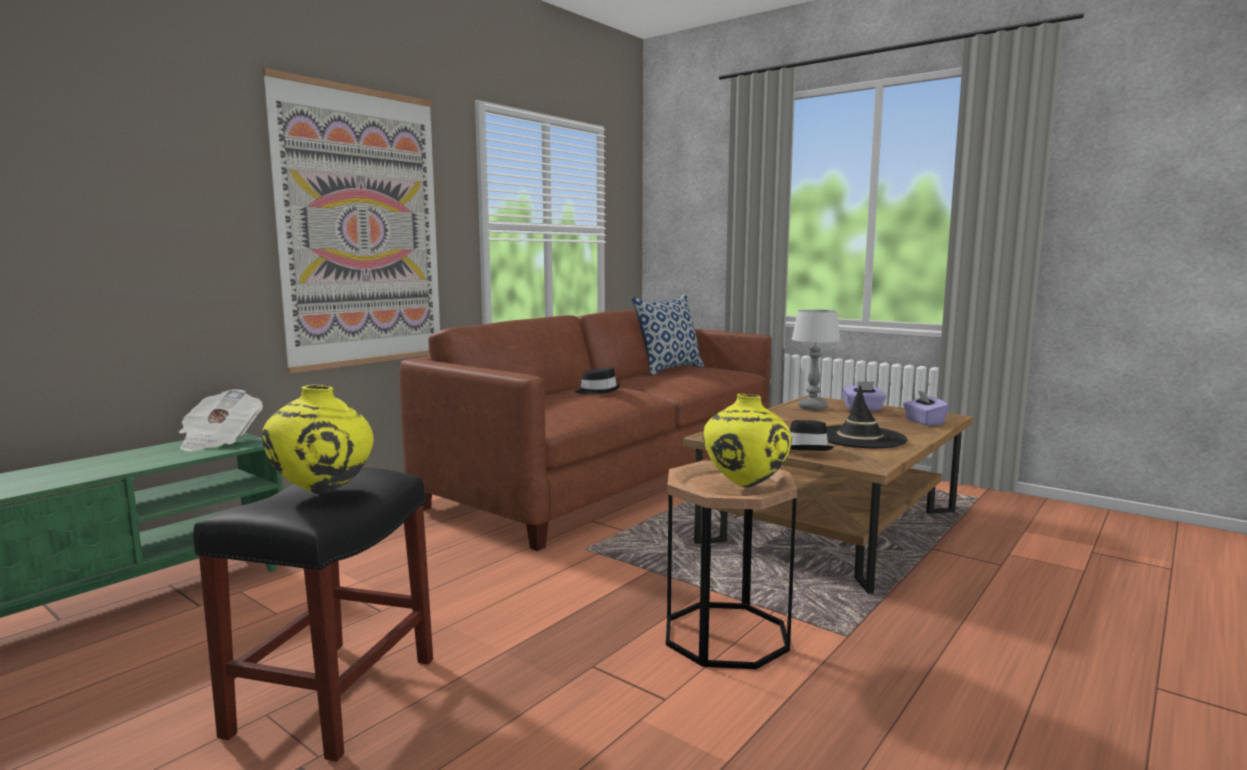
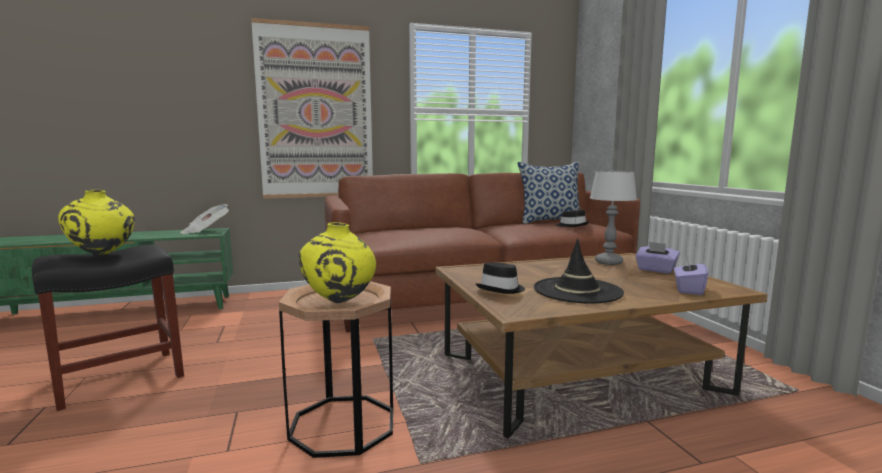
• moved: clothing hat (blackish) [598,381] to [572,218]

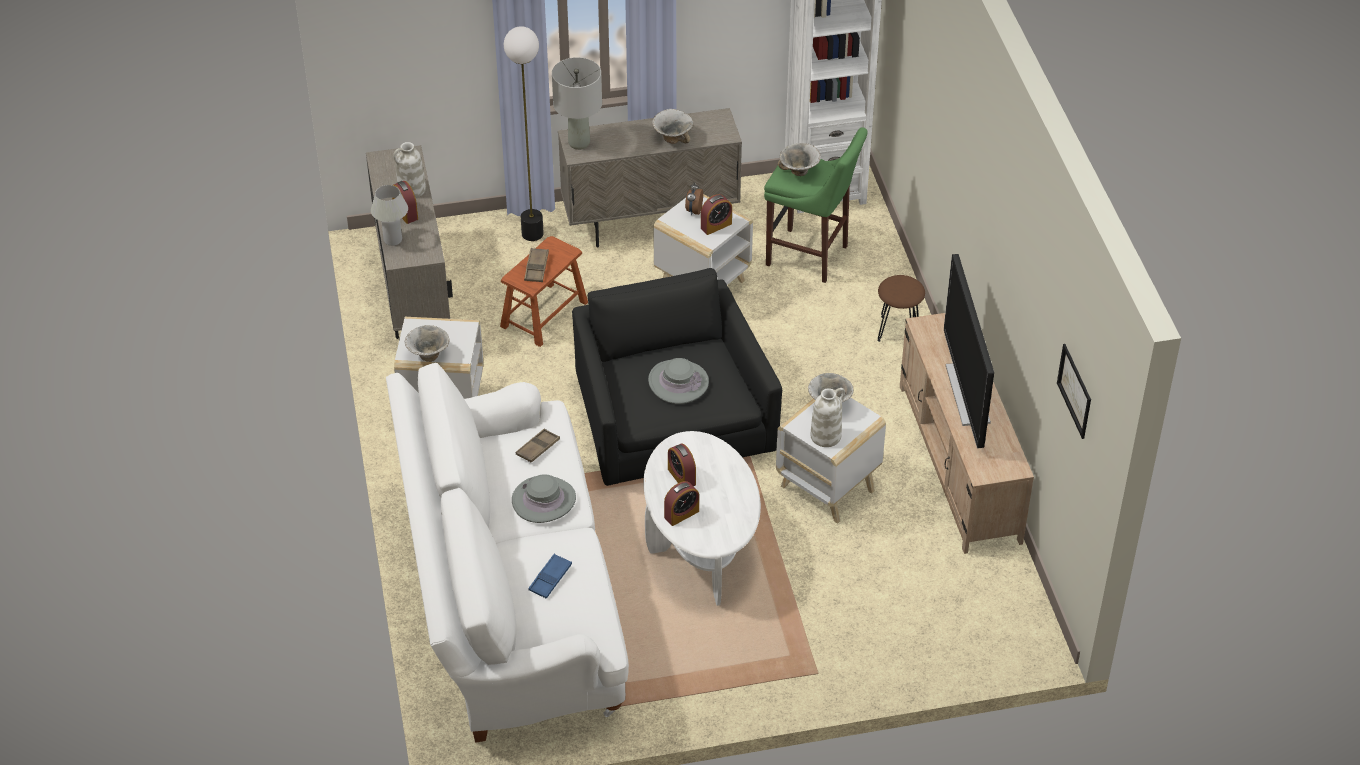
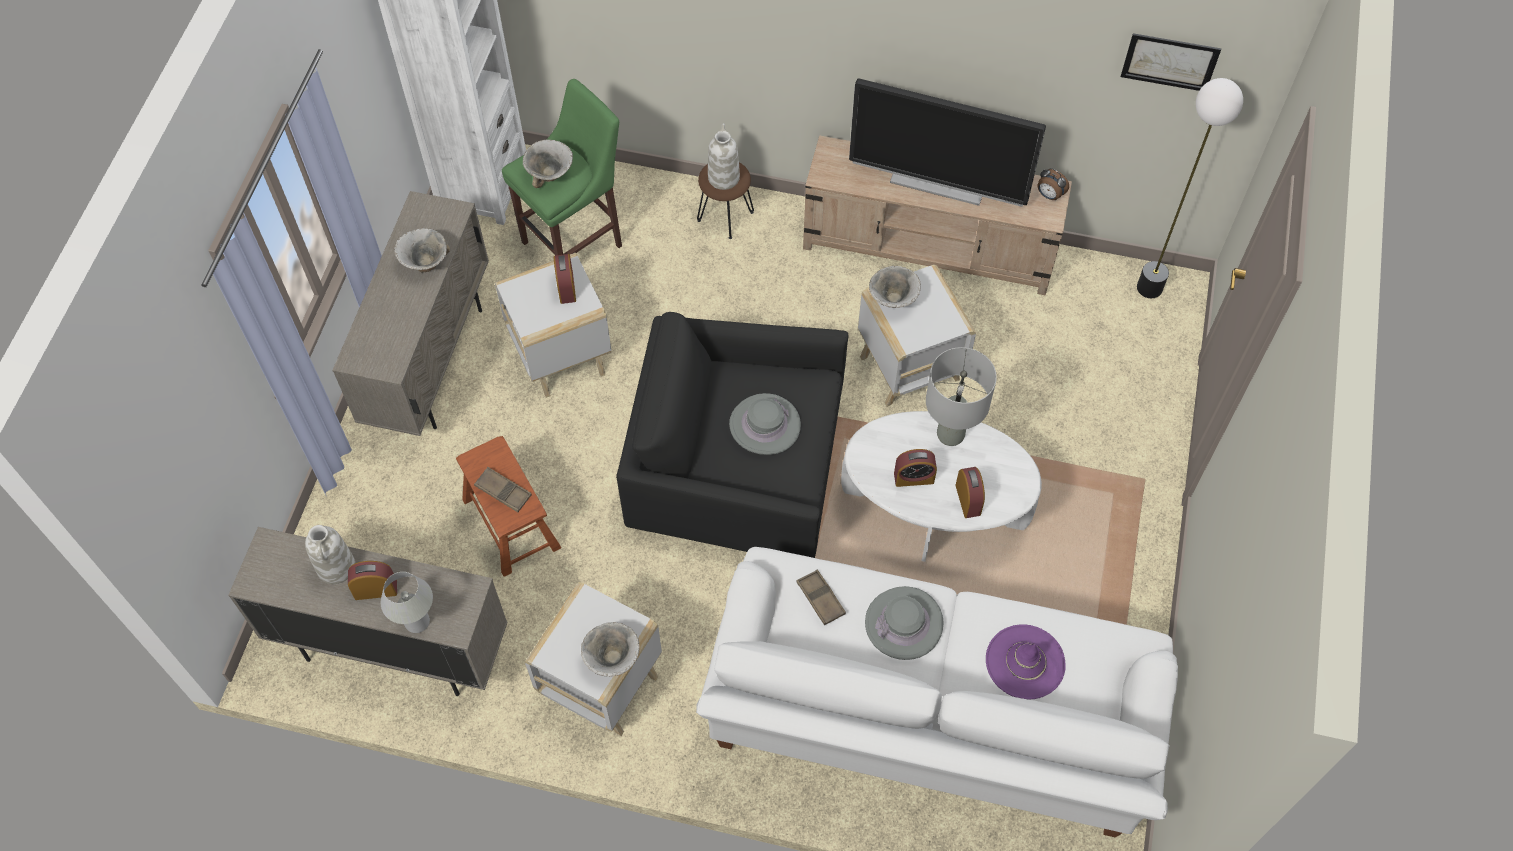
• moved: standard lamp [524,133] to [1190,188]
• moved: lamp for a table (grey) [577,103] to [961,396]
• moved: alarm clock [694,198] to [1053,184]
• moved: flower vase (white) [827,417] to [724,156]
• replaced: tray (bluish) [550,576] to clothing hat (purple) [1026,662]

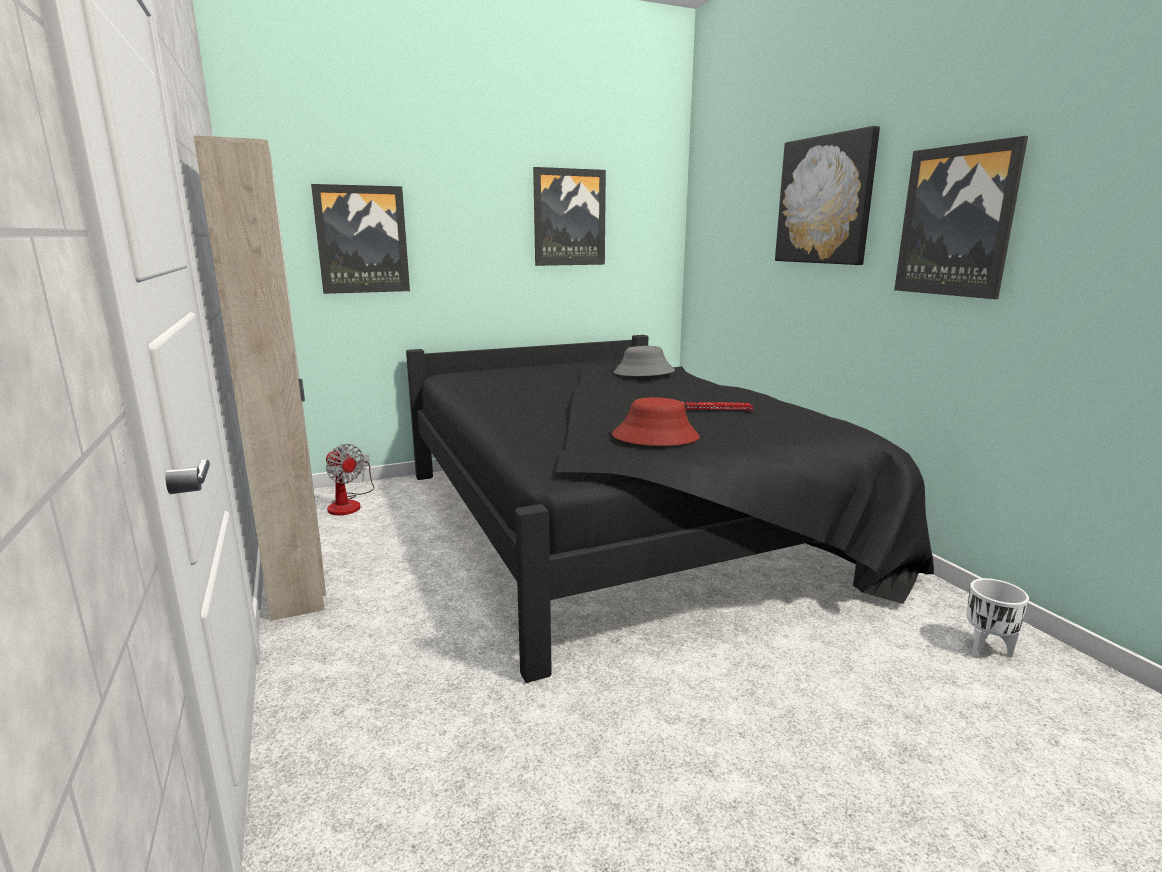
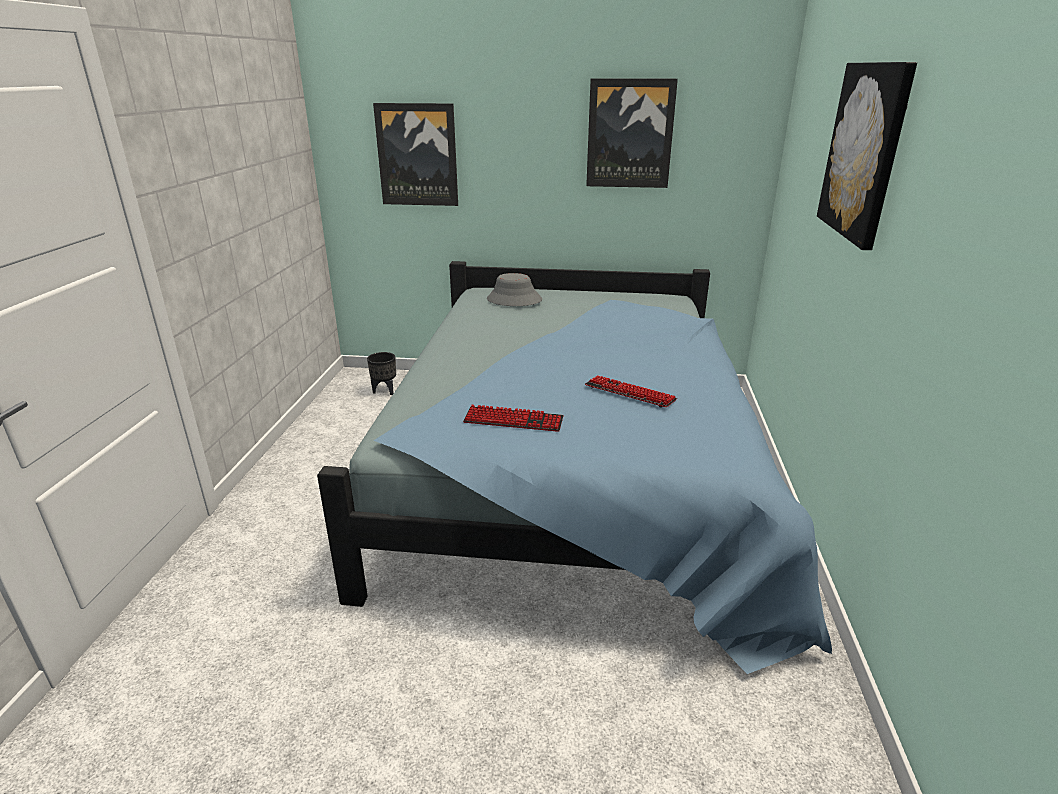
• removed: armoire (sand-coloured) [259,378]
• removed: picture [961,217]
• recoloured: bed (blackish) [670,509] to bed (bluish) [574,467]
• moved: clothing hat (grey) [644,361] to [514,289]
• replaced: clothing hat (reddish) [656,421] to PC keyboard [513,418]
• replaced: electric fan [350,479] to plant pot (blackish) [381,373]
• removed: plant pot (white) [997,618]

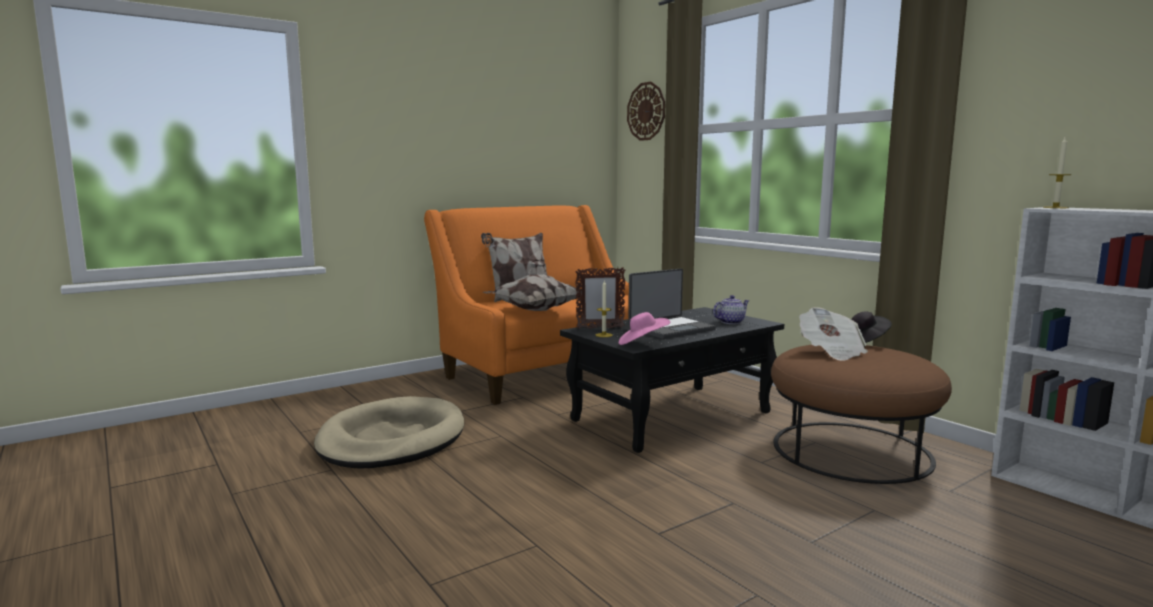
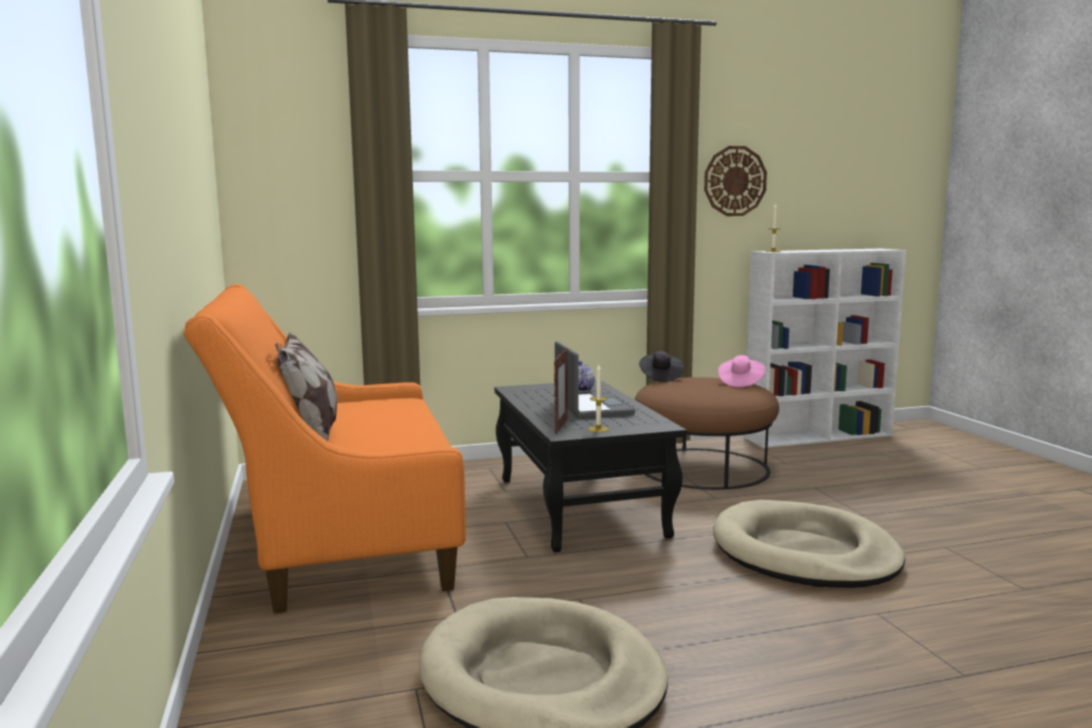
• moved: clock on the wall [646,111] to [735,181]
• removed: throw pillow [532,292]
• removed: newspaper [833,334]
• moved: clothing hat (pinkish) [644,328] to [742,371]
• added: dog cushion (sand-coloured) [809,544]

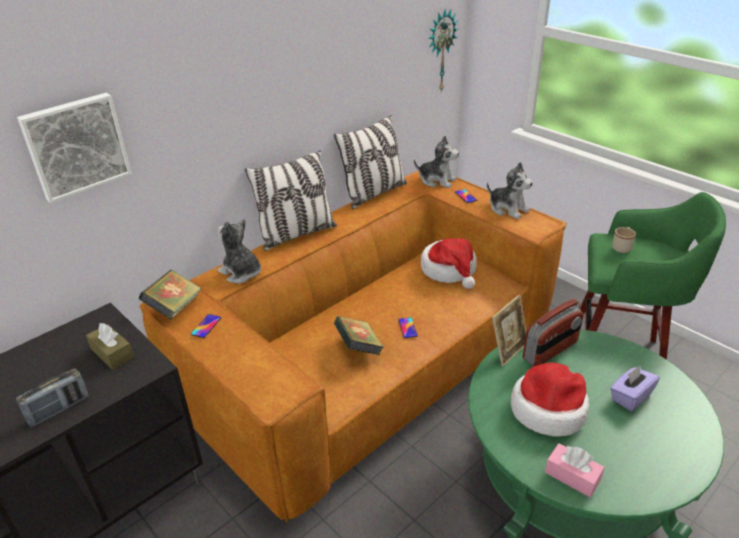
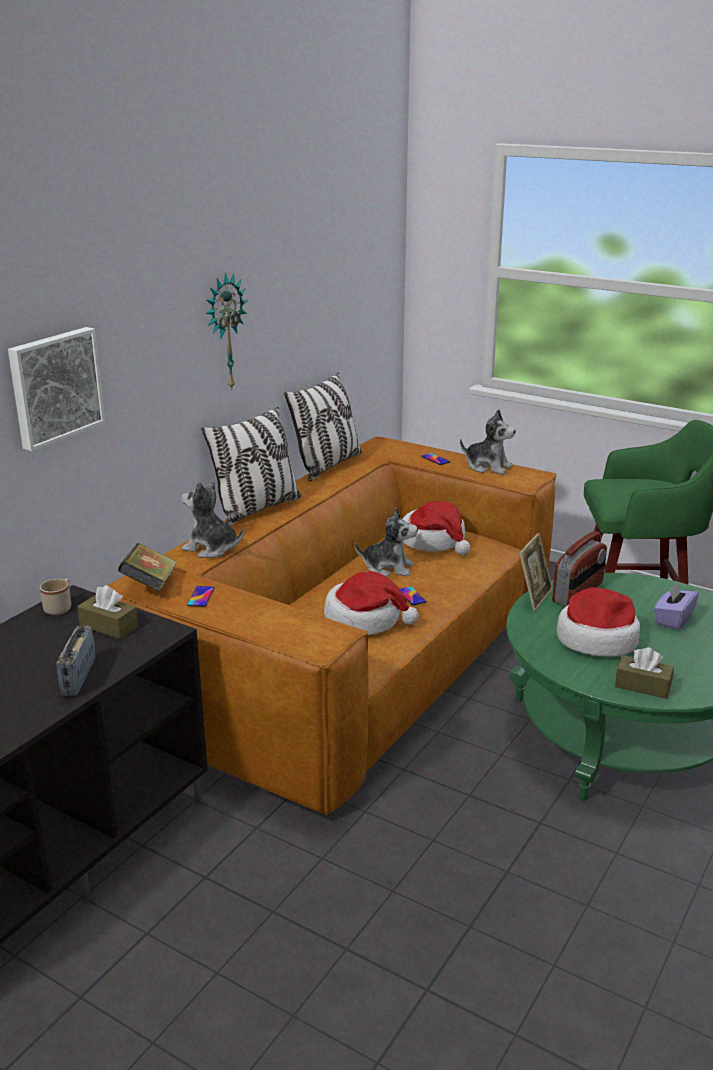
• moved: clock on the wall [443,50] to [226,332]
• moved: cuddly toy [436,162] to [386,542]
• moved: mug (sand-coloured) [624,240] to [55,596]
• replaced: volume [359,335] to clothing hat [371,603]
• turned: radio set [52,397] = [75,661] 150 degrees clockwise
• recoloured: tissue box (pinkish) [575,470] to tissue box (brownish) [644,673]

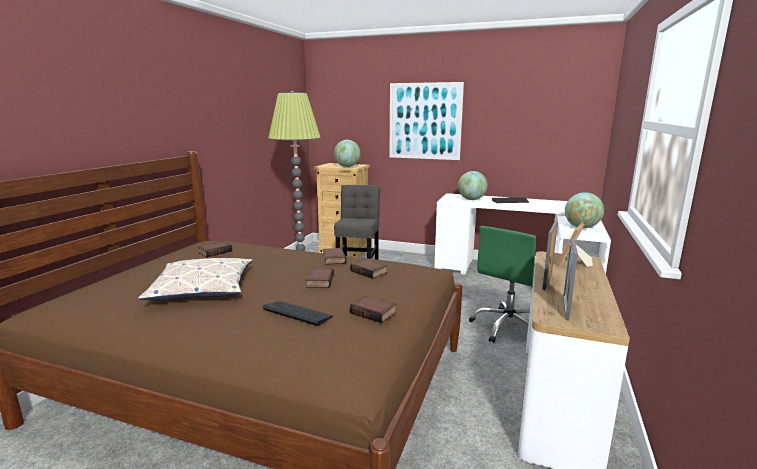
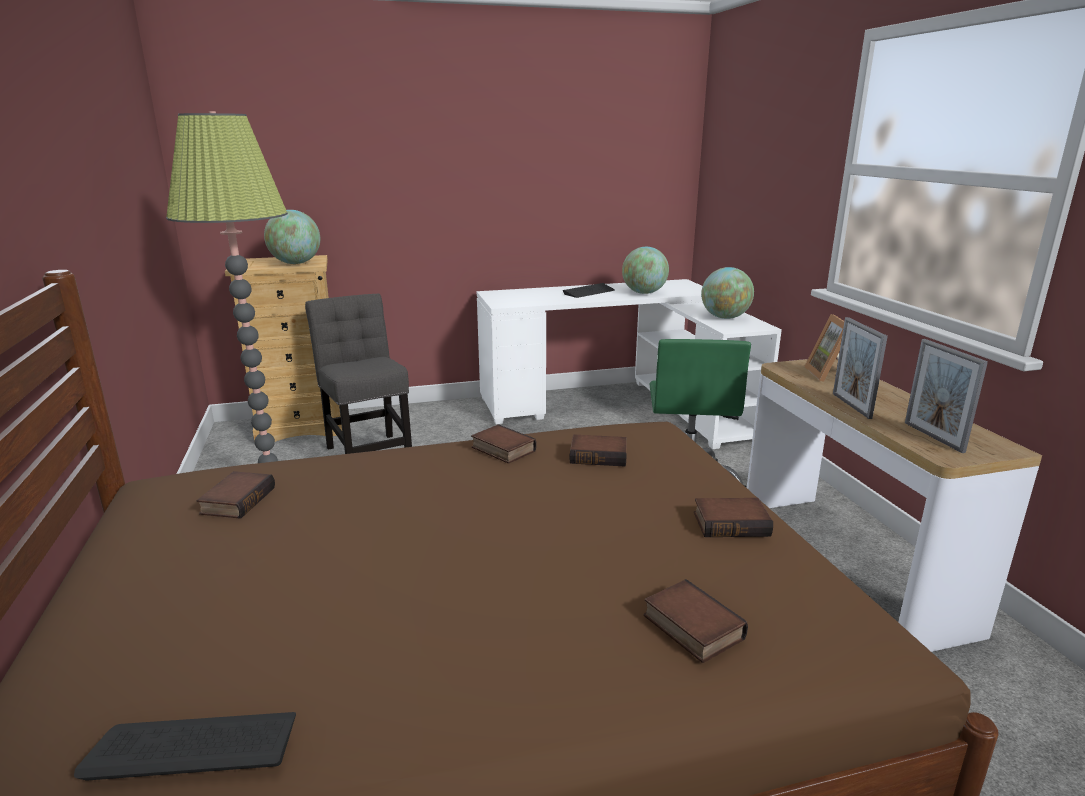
• removed: picture [427,121]
• moved: world globe [473,185] to [645,270]
• removed: throw pillow [195,279]
• moved: volume [320,278] to [696,621]
• moved: PC keyboard [298,313] to [185,746]

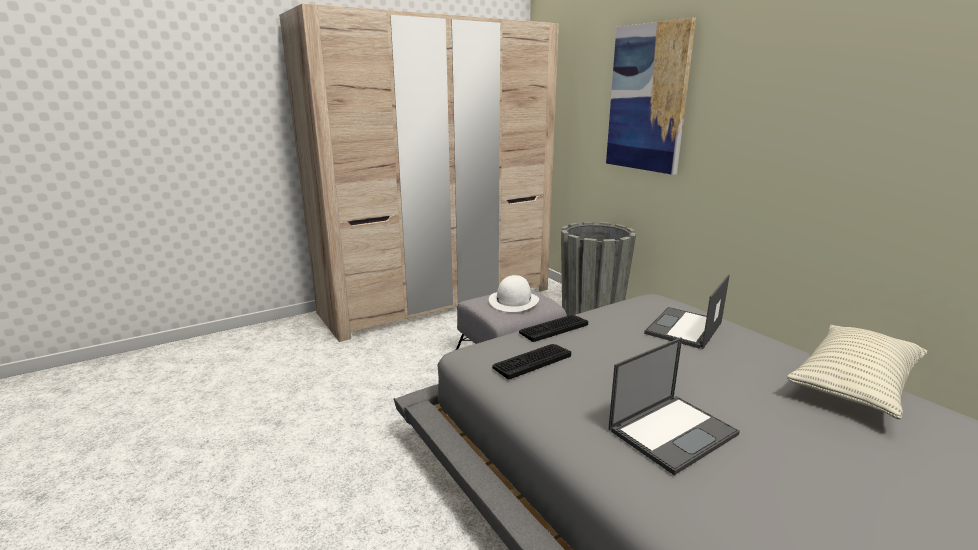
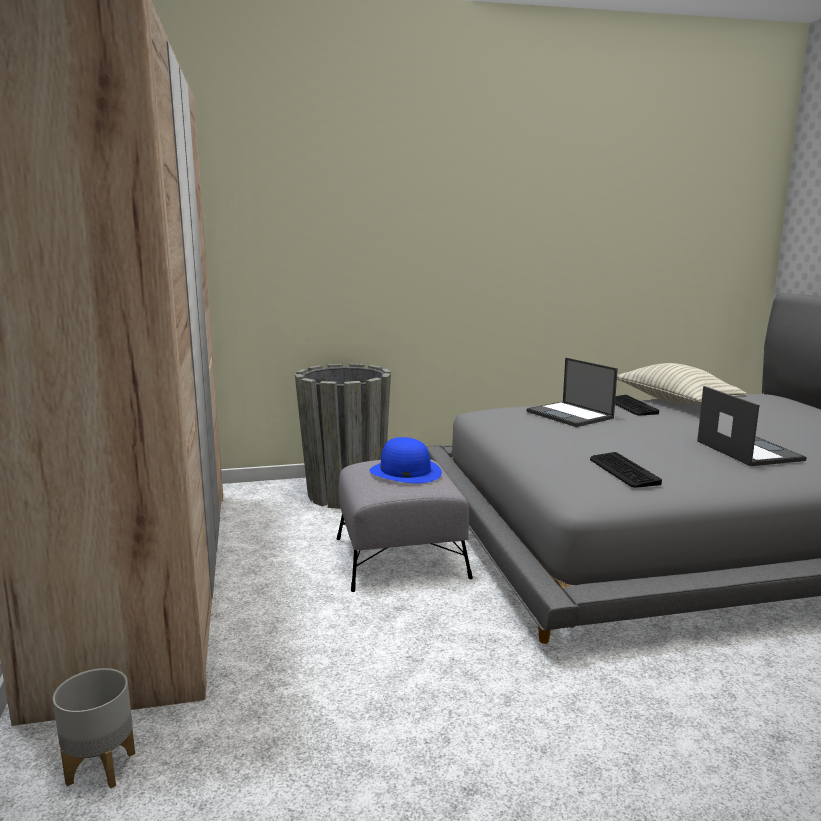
• removed: picture [651,96]
• recoloured: clothing hat (white) [514,293] to clothing hat (bluish) [405,460]
• moved: PC keyboard [553,328] to [637,405]
• added: plant pot (grey) [94,728]

